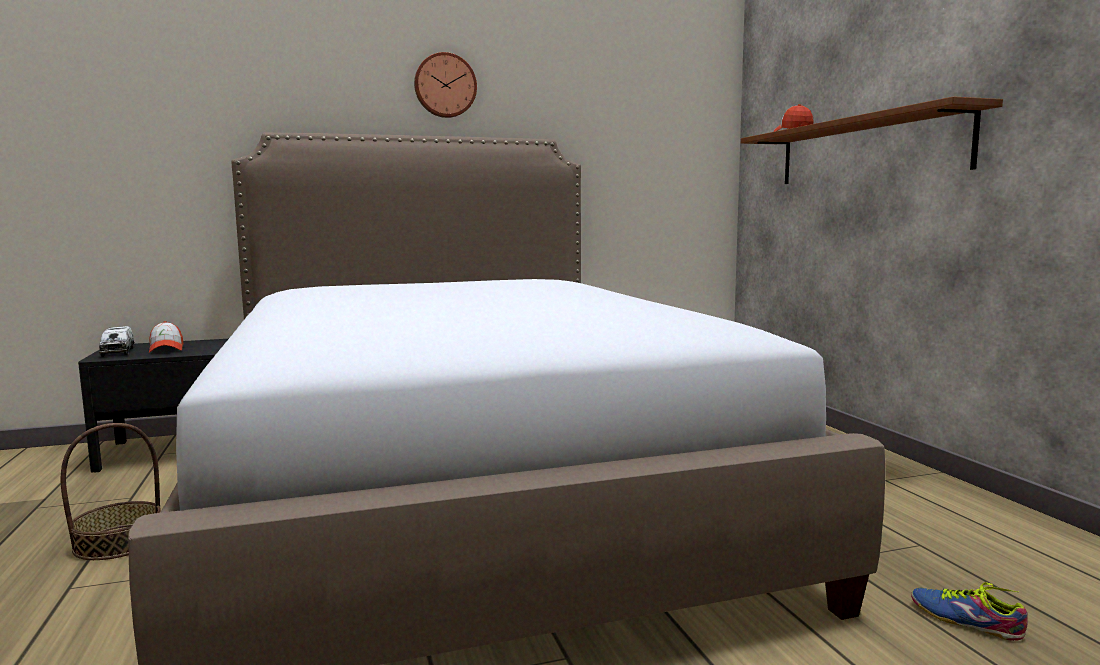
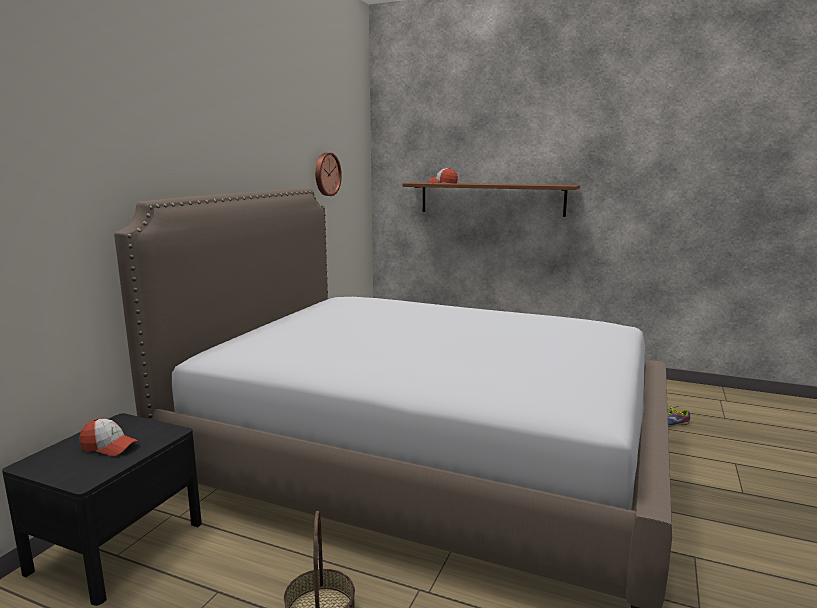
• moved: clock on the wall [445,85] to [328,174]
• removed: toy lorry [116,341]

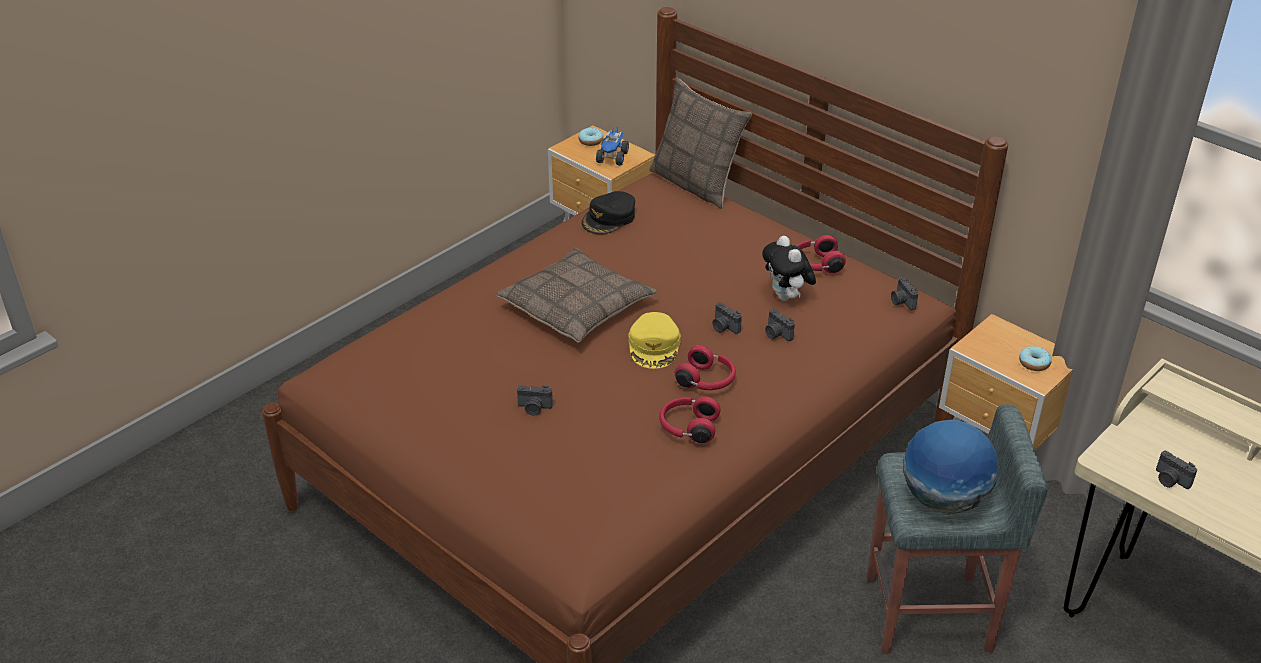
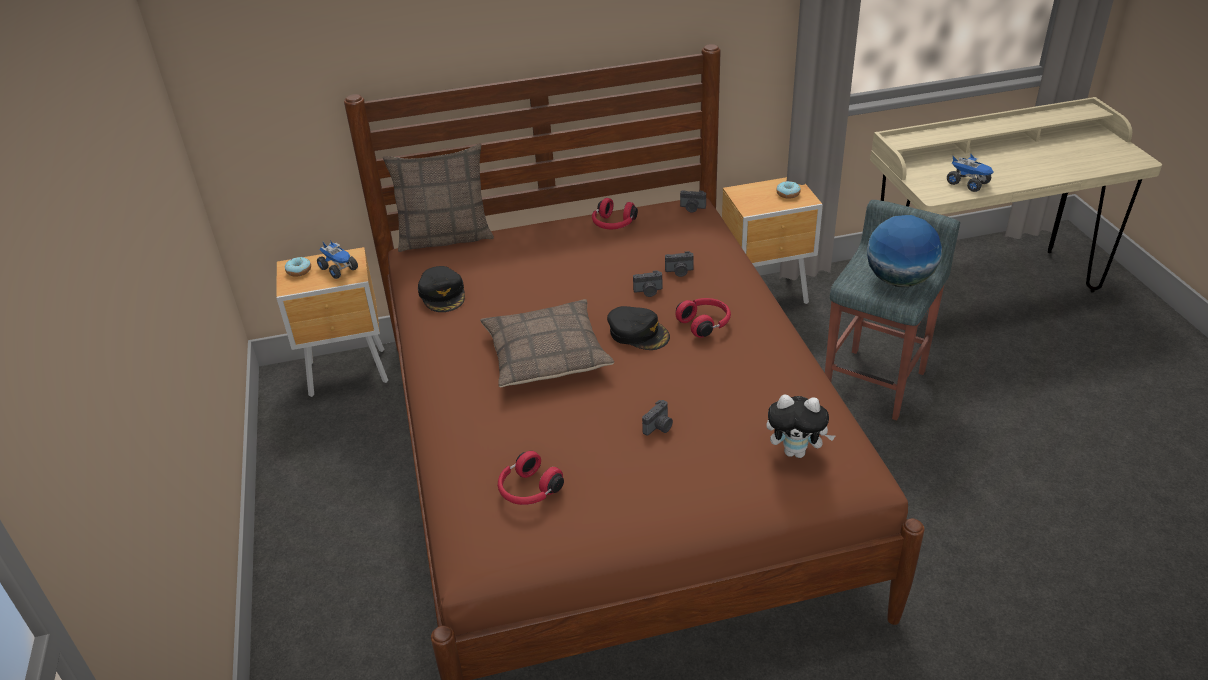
• moved: cuddly toy [789,268] to [800,426]
• recoloured: peaked cap (yellowish) [654,340] to peaked cap (blackish) [638,328]
• moved: headphones (reddish) [690,419] to [531,478]
• replaced: photo camera [1176,470] to toy lorry [970,173]

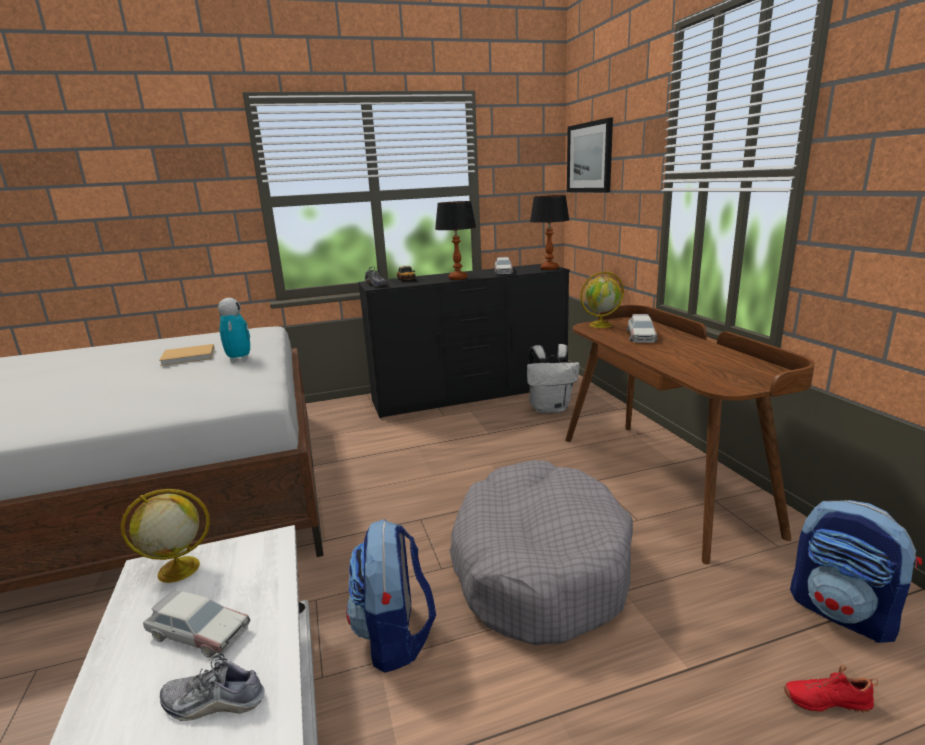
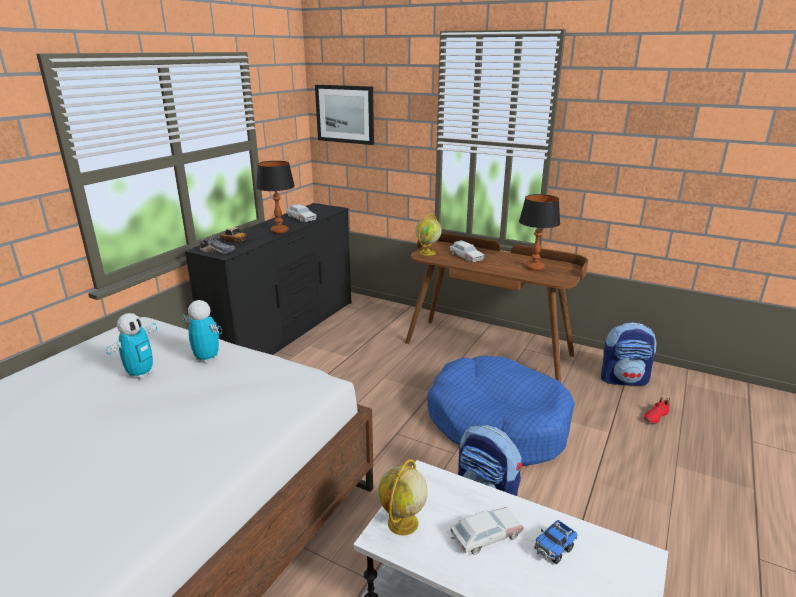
• moved: lamp for a table [549,232] to [539,232]
• replaced: volume (sand-coloured) [187,355] to model robot [131,346]
• removed: rucksack (white) [553,378]
• recoloured: dog cushion (grey) [541,552] to dog cushion (bluish) [501,411]
• replaced: shoe [212,687] to toy lorry [555,542]

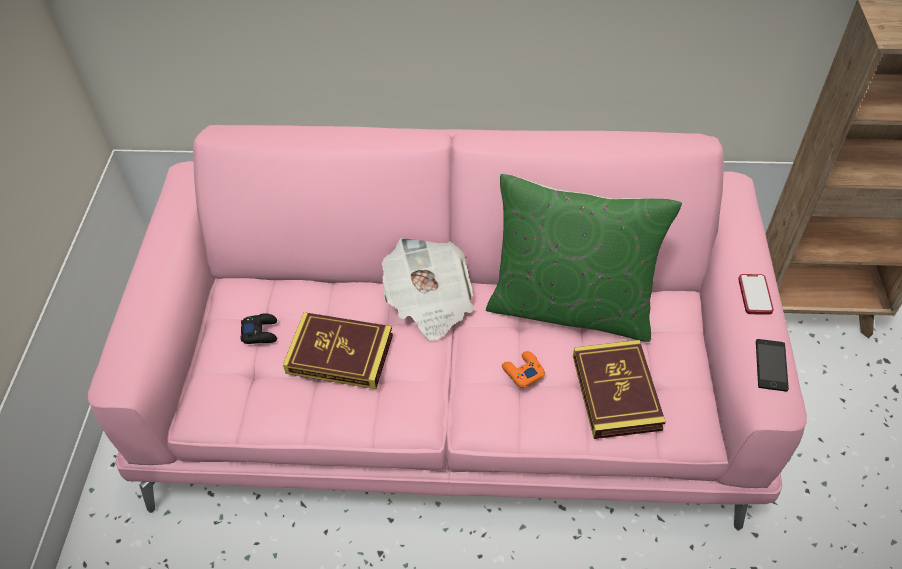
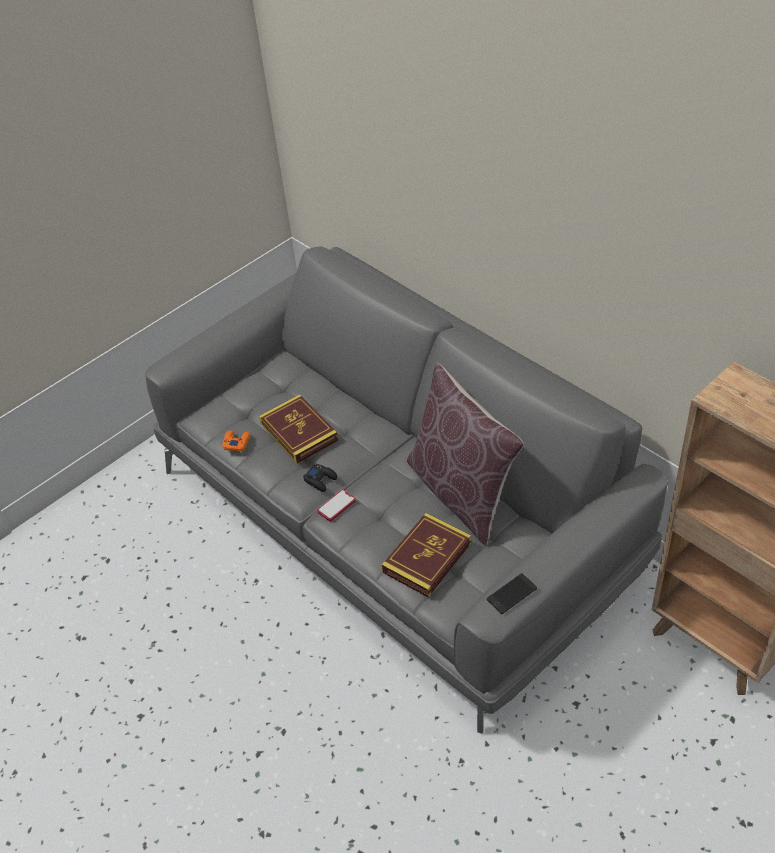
• recoloured: sofa (pinkish) [447,327] to sofa (grey) [406,489]
• recoloured: throw pillow (green-coloured) [584,258] to throw pillow (brownish) [465,454]
• removed: newspaper [428,289]
• moved: handset [756,294] to [336,505]
• moved: game controller (blackish) [258,329] to [320,478]
• moved: game controller (orangey) [523,369] to [236,441]

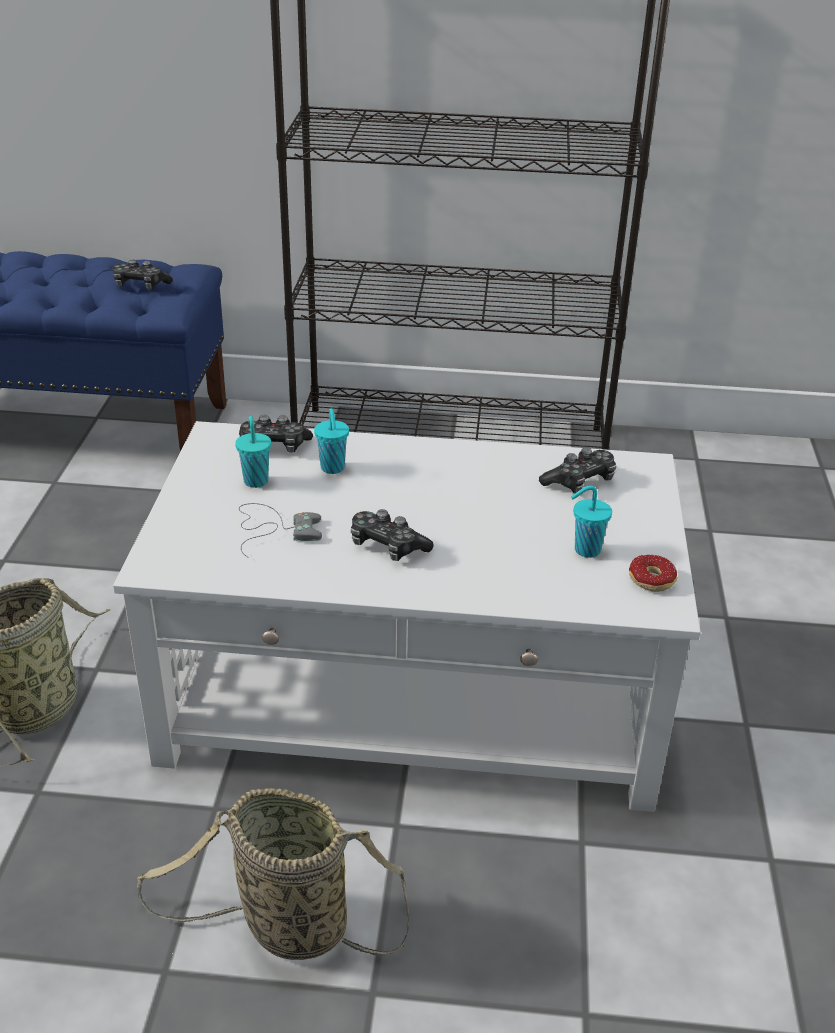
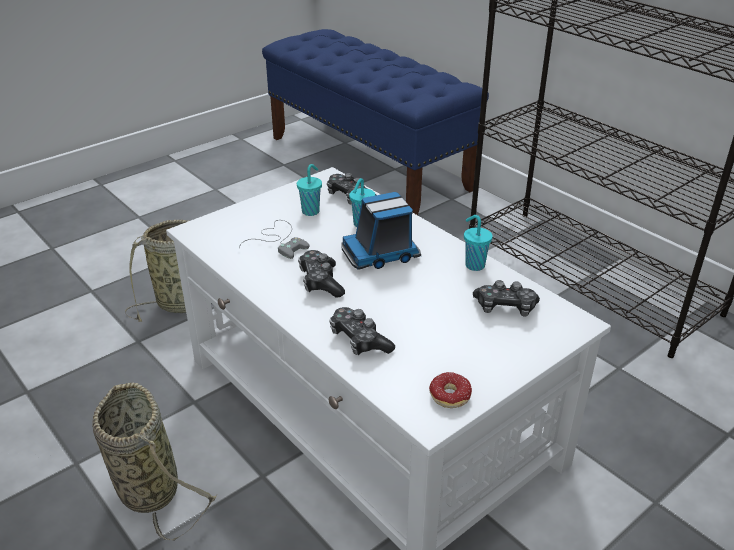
• moved: game controller [142,274] to [362,331]
• moved: cup (blue-green) [591,521] to [478,243]
• added: toy lorry [381,231]

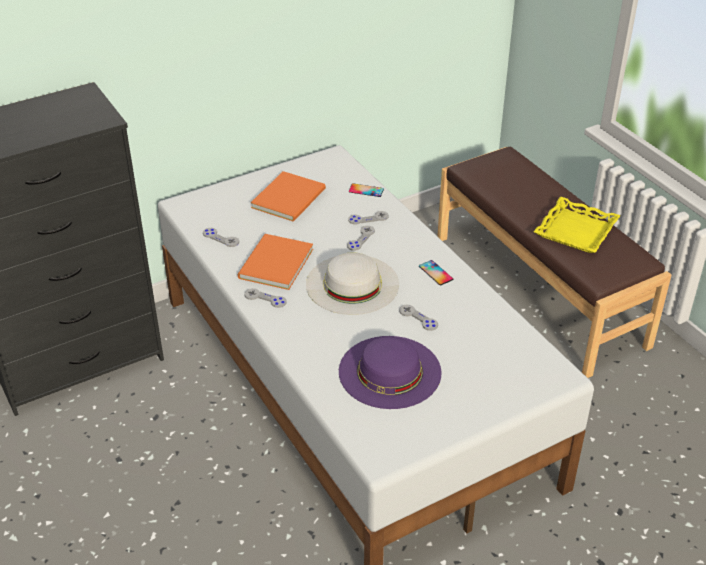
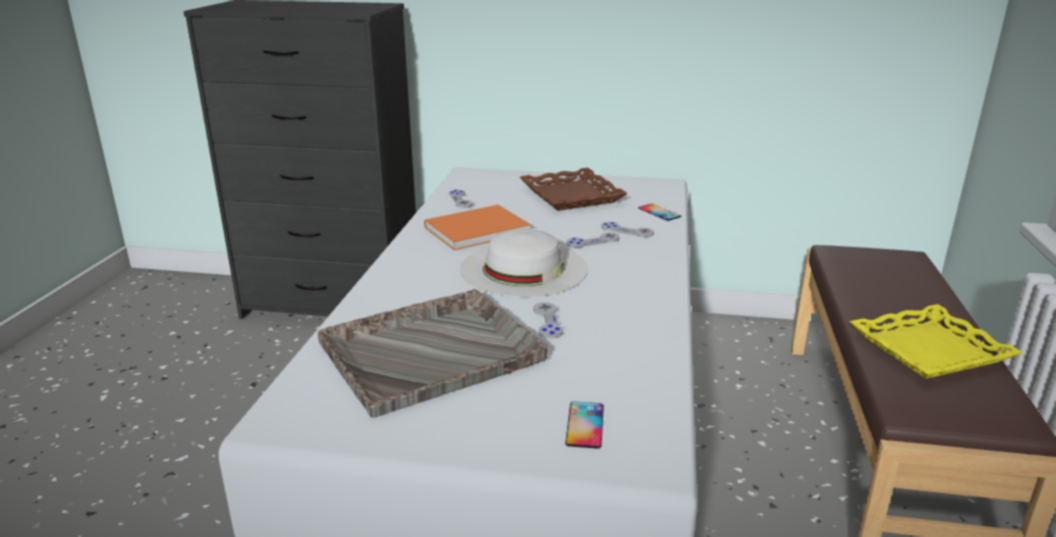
• replaced: volume (orangey) [288,196] to tray (brownish) [573,189]
• moved: handset [436,272] to [584,425]
• removed: game controller (grey) [265,298]
• replaced: clothing hat (purple) [390,372] to tray (grey) [433,353]

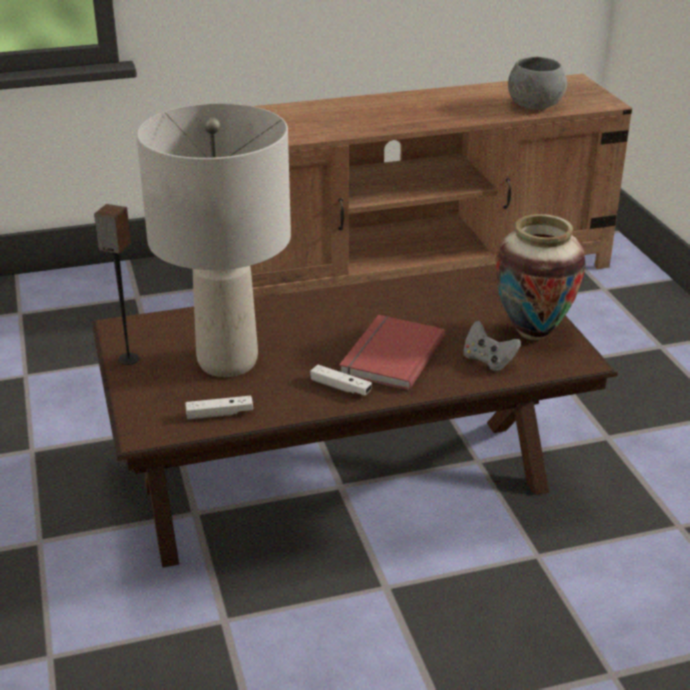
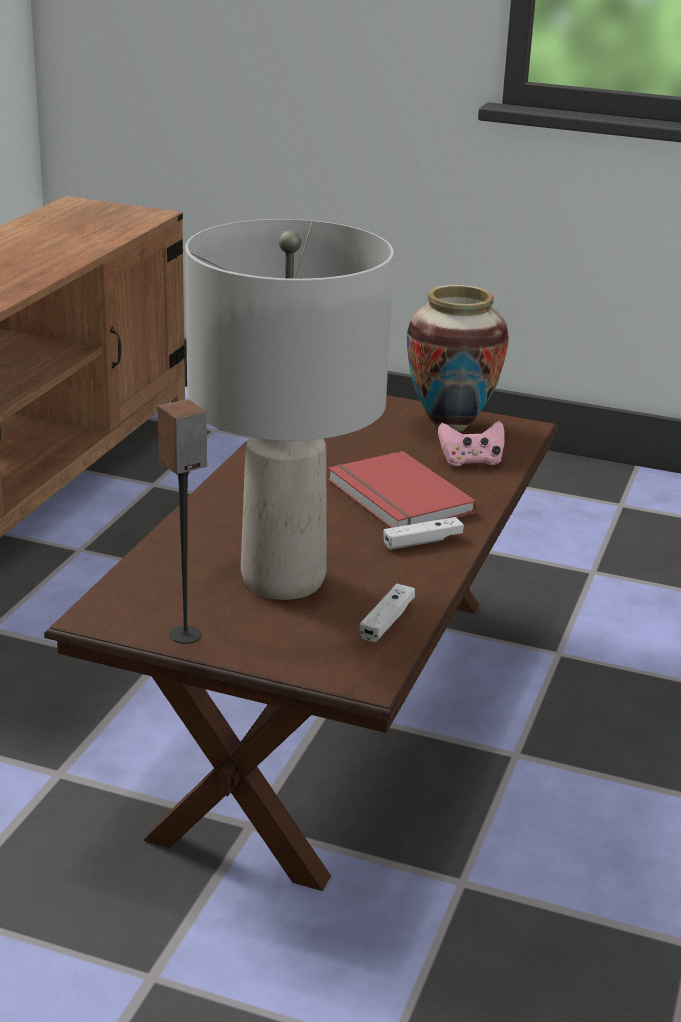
• removed: deep dish (grey) [537,83]
• recoloured: game controller (grey) [492,345] to game controller (pinkish) [471,444]

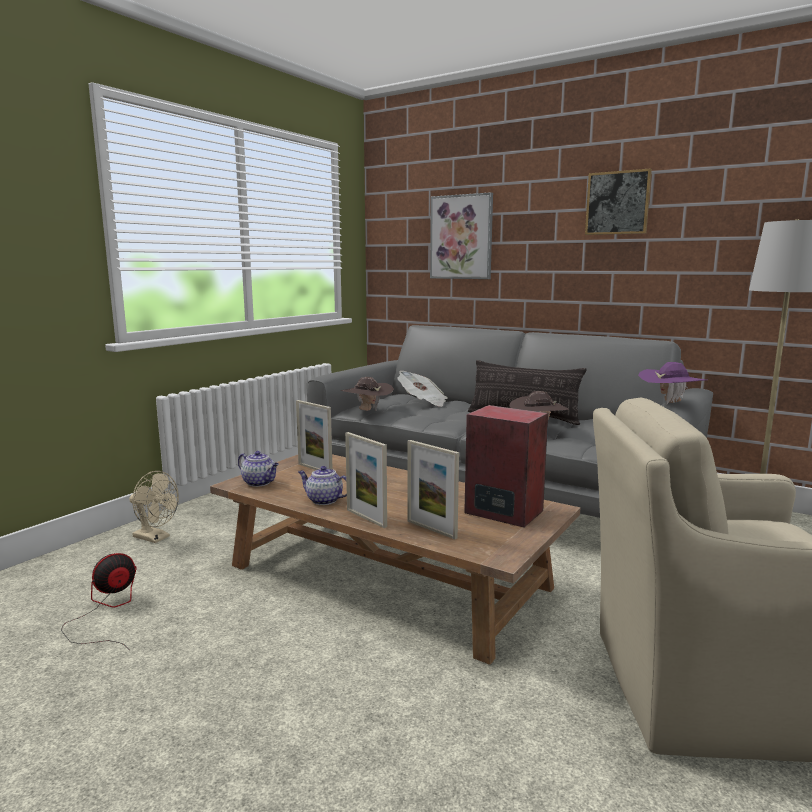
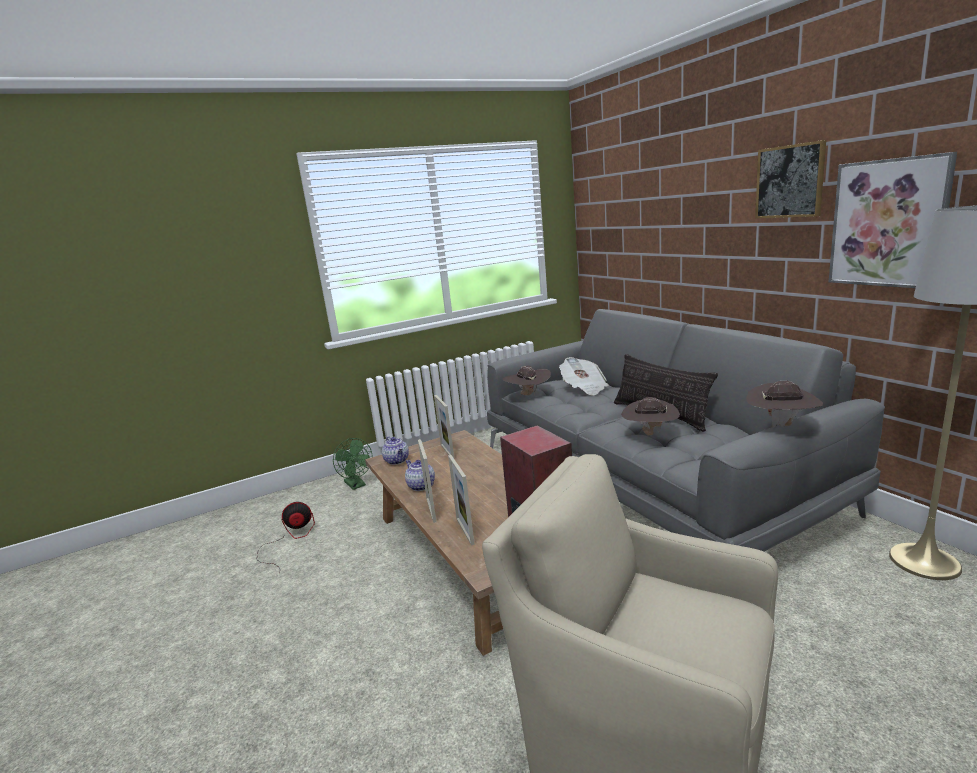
• moved: picture [461,235] to [893,220]
• recoloured: clothing hat (purple) [672,383] to clothing hat (brownish) [784,404]
• recoloured: electric fan (sand-coloured) [154,507] to electric fan (green-coloured) [352,464]

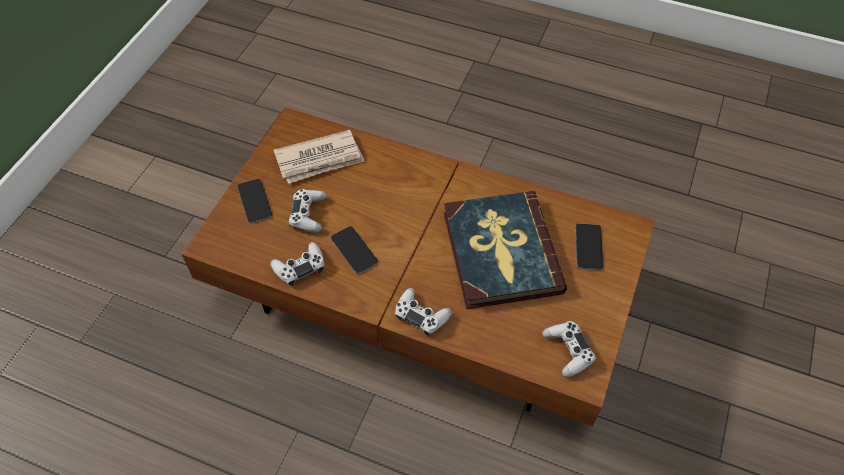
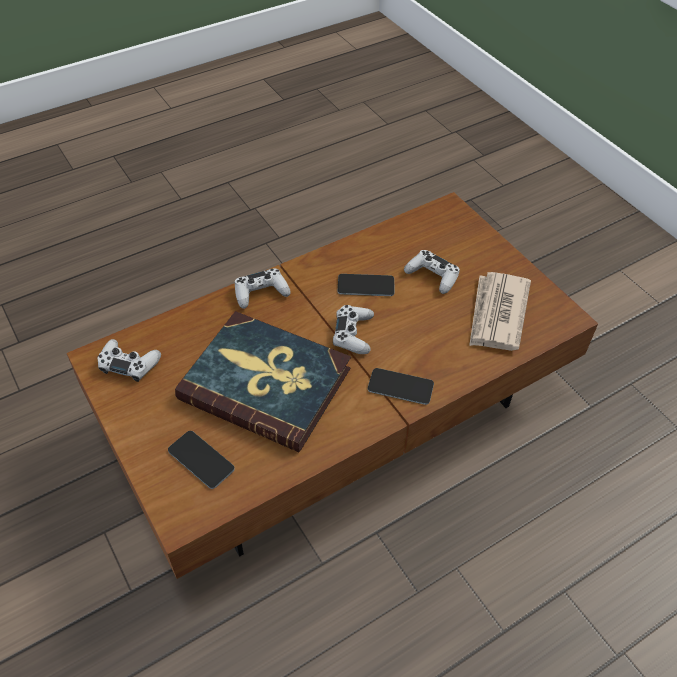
• moved: handset [255,201] to [401,386]
• moved: game controller (white) [297,264] to [353,329]

